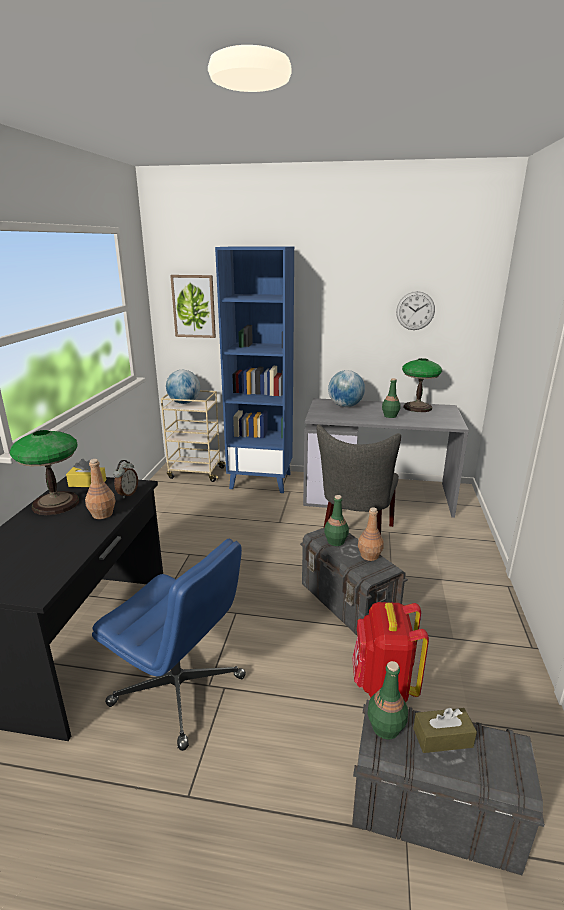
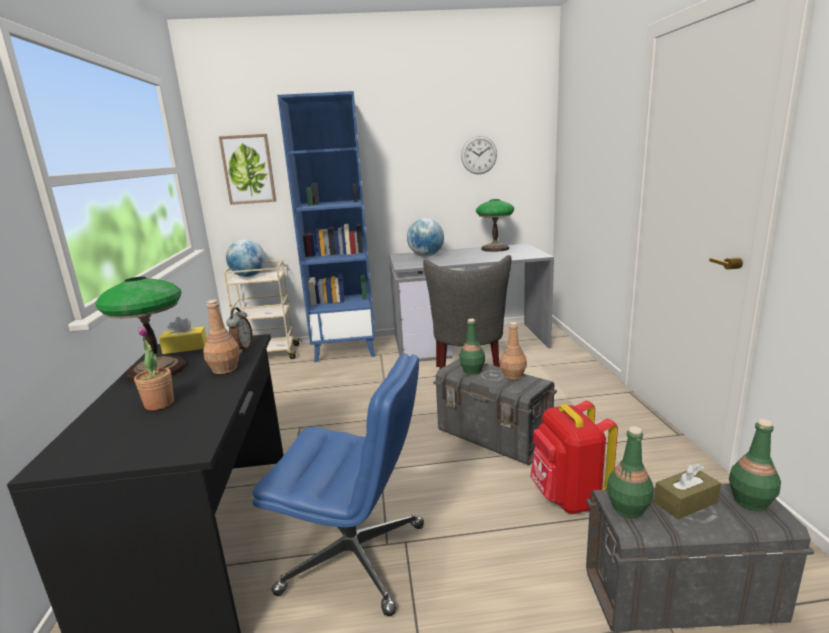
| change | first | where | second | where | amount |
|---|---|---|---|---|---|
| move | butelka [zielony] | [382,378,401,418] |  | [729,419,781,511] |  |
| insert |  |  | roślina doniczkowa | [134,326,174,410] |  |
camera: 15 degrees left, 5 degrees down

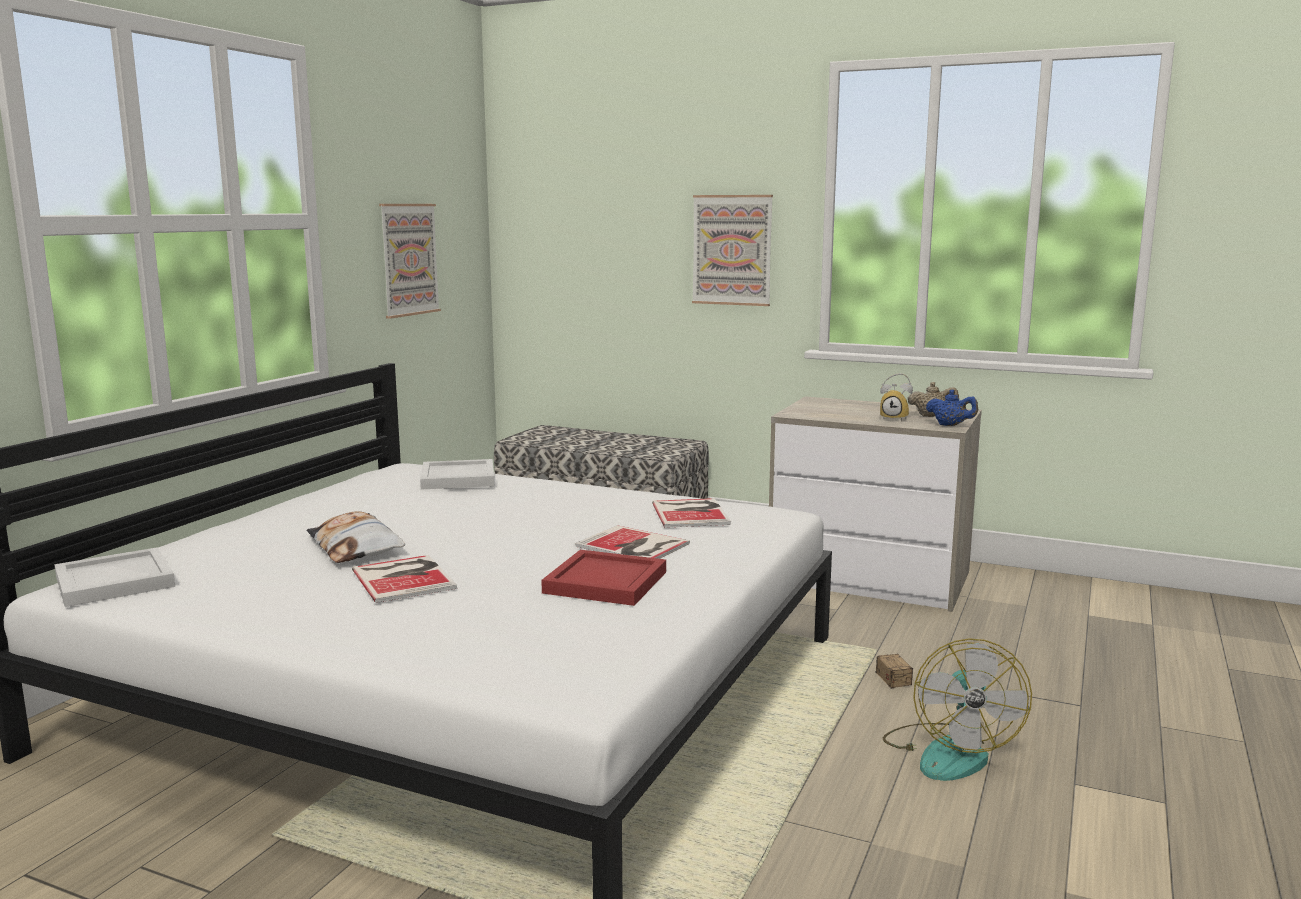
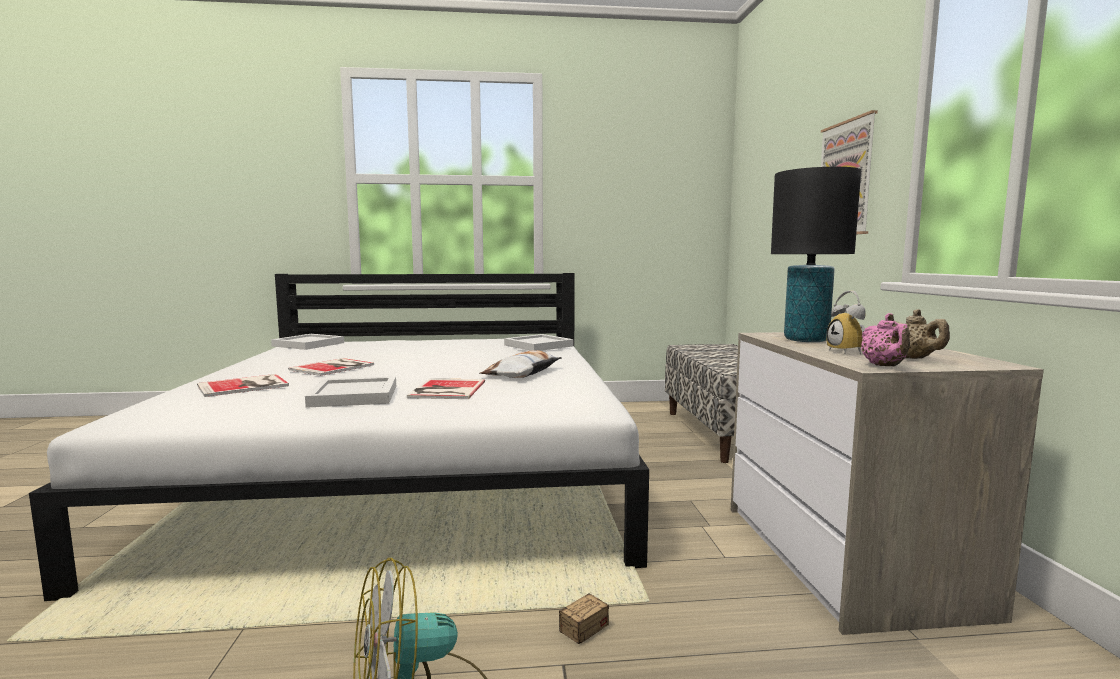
| change | first | where | second | where | amount |
|---|---|---|---|---|---|
| delete | obraz | [379,204,441,319] |  |  |  |
| recolor | imbryk [niebieski] | [926,390,978,426] | imbryk [różowy] | [861,313,910,366] |  |
| move | książka | [652,498,731,528] |  | [197,374,289,397] |  |
| move | poduszka | [306,511,405,563] |  | [480,350,562,378] |  |
| recolor | taca [czerwony] | [541,550,666,606] | taca [biały] | [305,376,396,408] |  |
| insert |  |  | lampa stołowa [czarny] | [771,167,861,342] |  |
camera: 60 degrees right, 5 degrees down

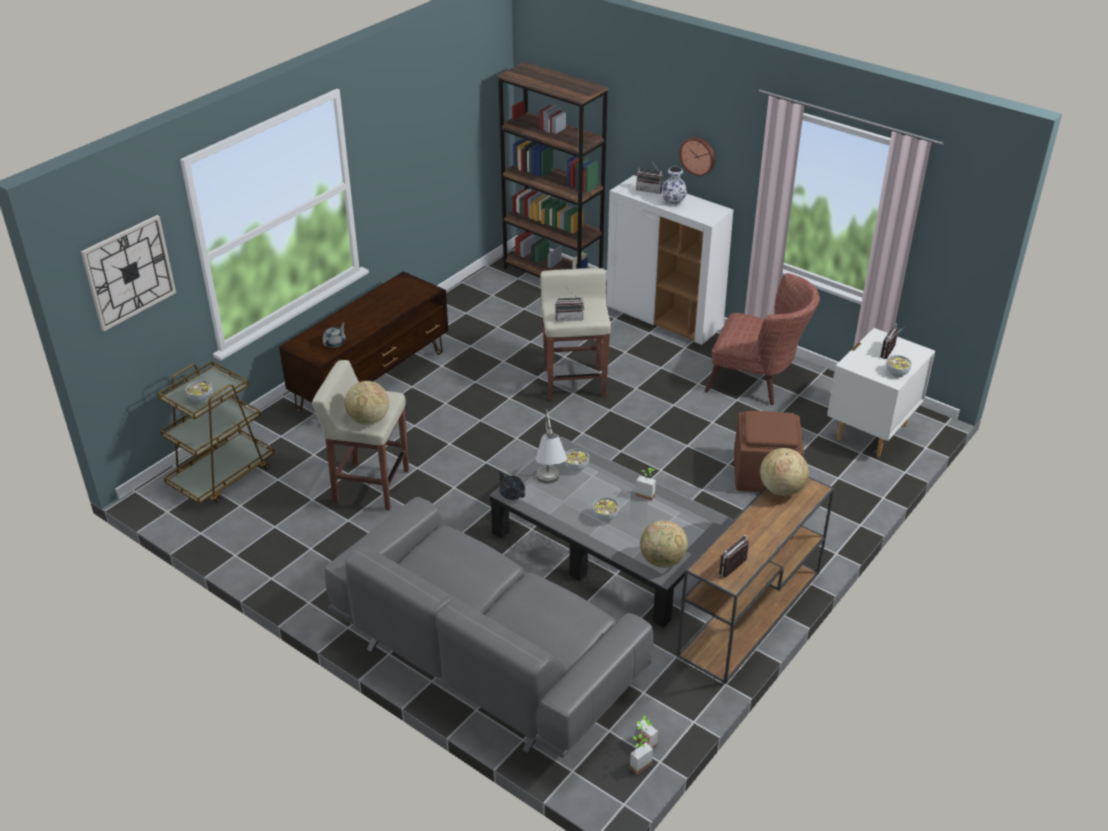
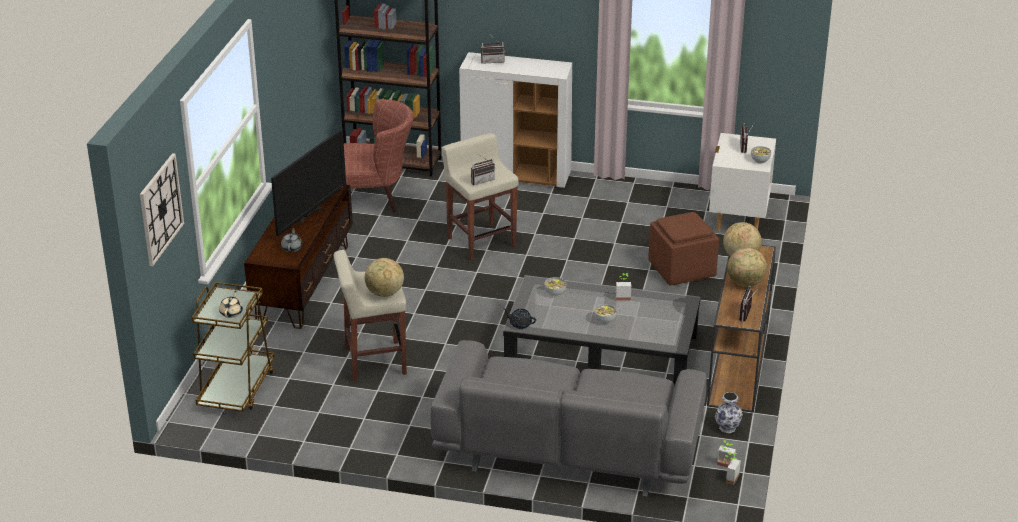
| change | first | where | second | where | amount |
|---|---|---|---|---|---|
| delete | zegar ścienny | [679,137,715,176] |  |  |  |
| move | wazon | [662,167,687,207] |  | [715,392,743,433] |  |
| move | fotel [brązowy] | [705,273,820,405] |  | [344,99,414,212] |  |
| replace | miska | [186,380,213,403] | imbryk [beżowy] | [219,290,243,318] |  |
| delete | lampa stołowa [szary] | [535,409,567,484] |  |  |  |
| move | globus | [640,520,688,568] |  | [727,248,767,287] |  |
| insert |  |  | telewizor | [271,129,346,236] |  |
camera: 25 degrees left, 5 degrees down

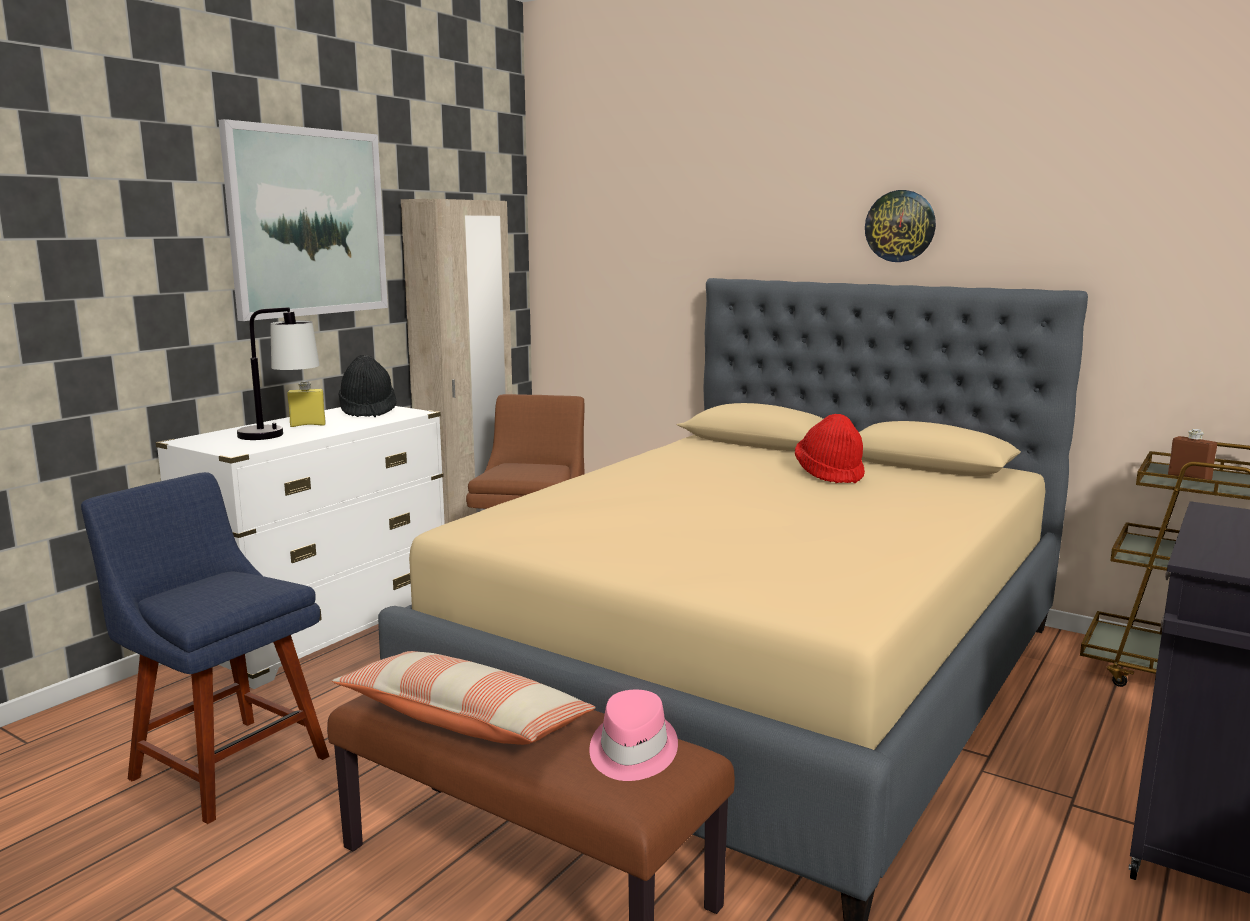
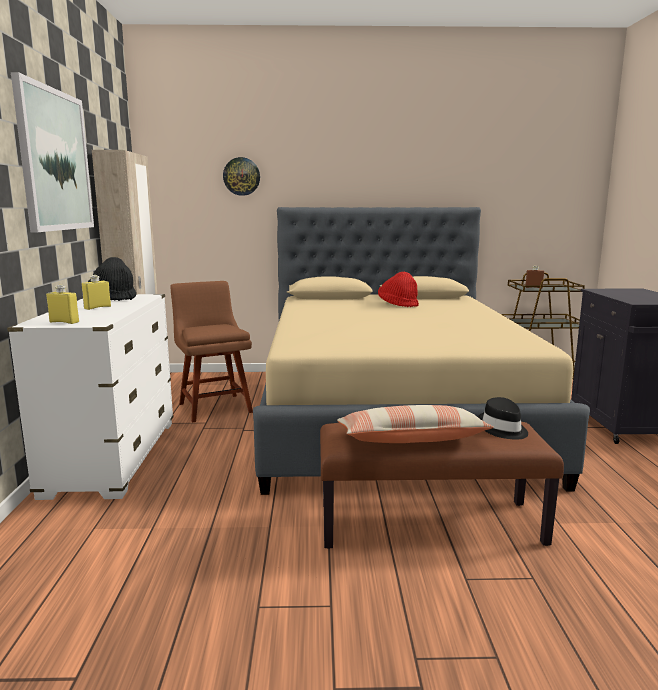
| change | first | where | second | where | amount |
|---|---|---|---|---|---|
| move | zegar ścienny | [865,190,936,262] |  | [223,157,260,196] |  |
| delete | lampa stołowa | [237,307,320,440] |  |  |  |
| delete | krzesło [niebieski] | [81,472,329,824] |  |  |  |
| recolor | kapelusz [różowy] | [589,690,678,781] | kapelusz [czarny] | [478,397,528,440] |  |
| insert |  |  | butelka [żółty] | [46,285,79,324] |  |
camera: 35 degrees left, 0 degrees up

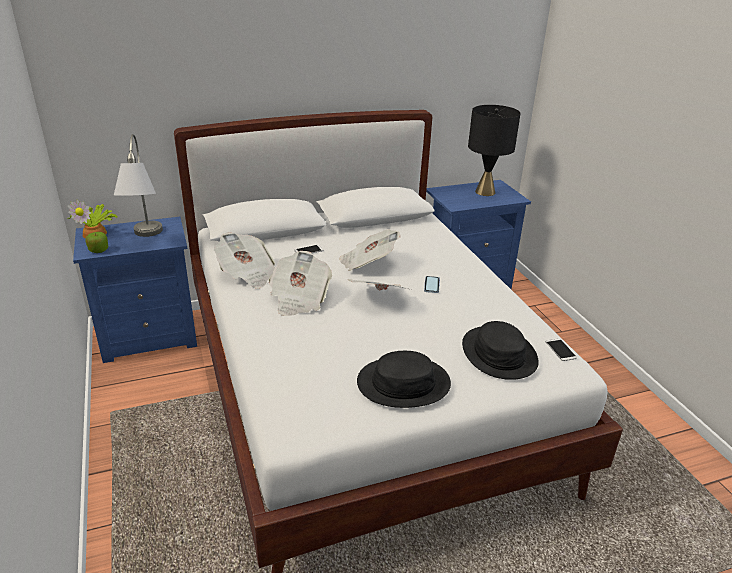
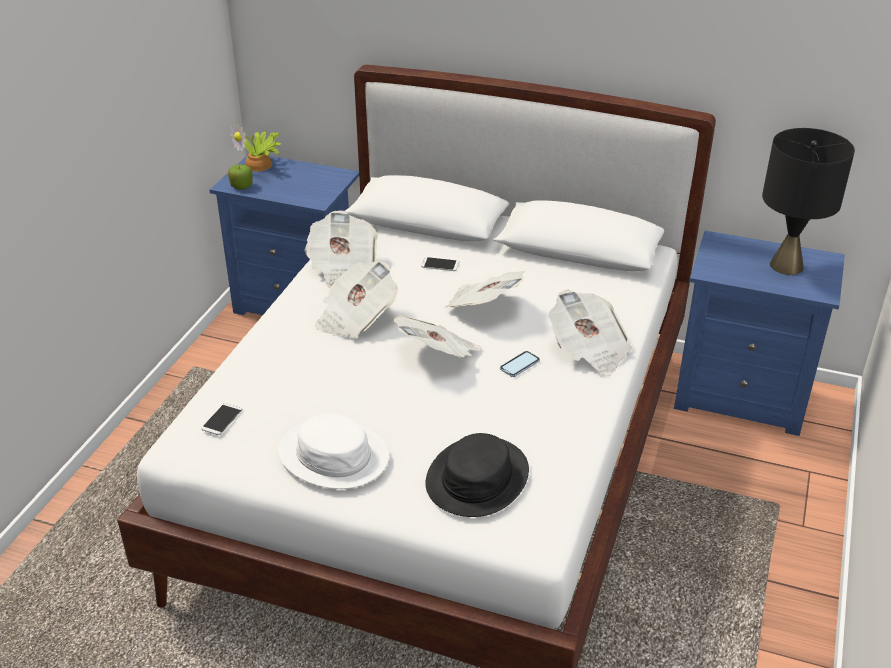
| change | first | where | second | where | amount |
|---|---|---|---|---|---|
| delete | lampa stołowa [szary] | [114,134,163,237] |  |  |  |
| move | telefon | [546,338,577,361] |  | [201,403,242,435] |  |
| recolor | kapelusz [czarny] | [357,351,451,408] | kapelusz [biały] | [278,413,389,489] |  |
| insert |  |  | gazeta | [549,290,632,376] |  |
camera: 40 degrees right, 5 degrees up

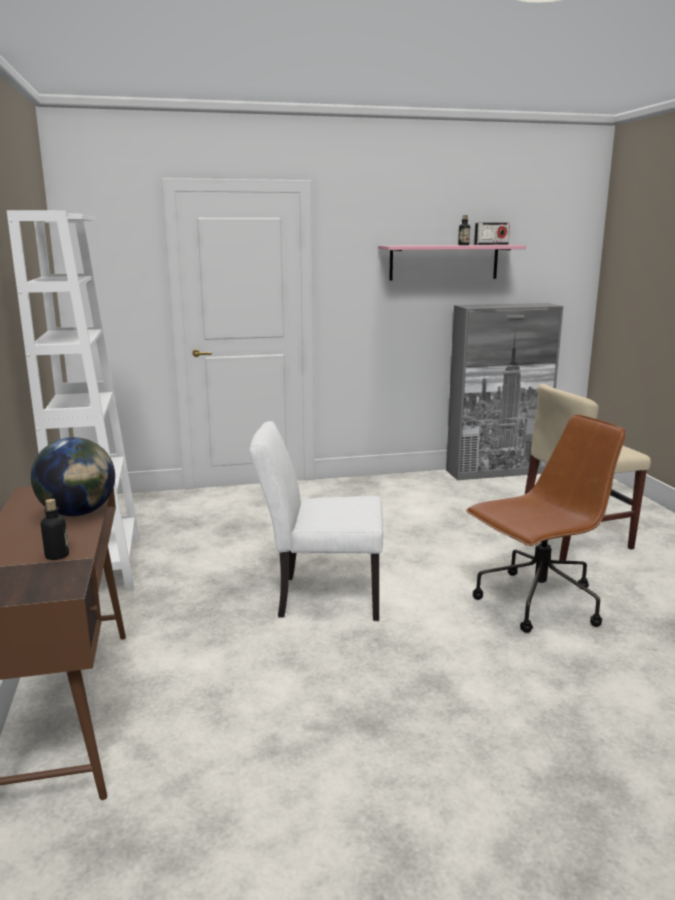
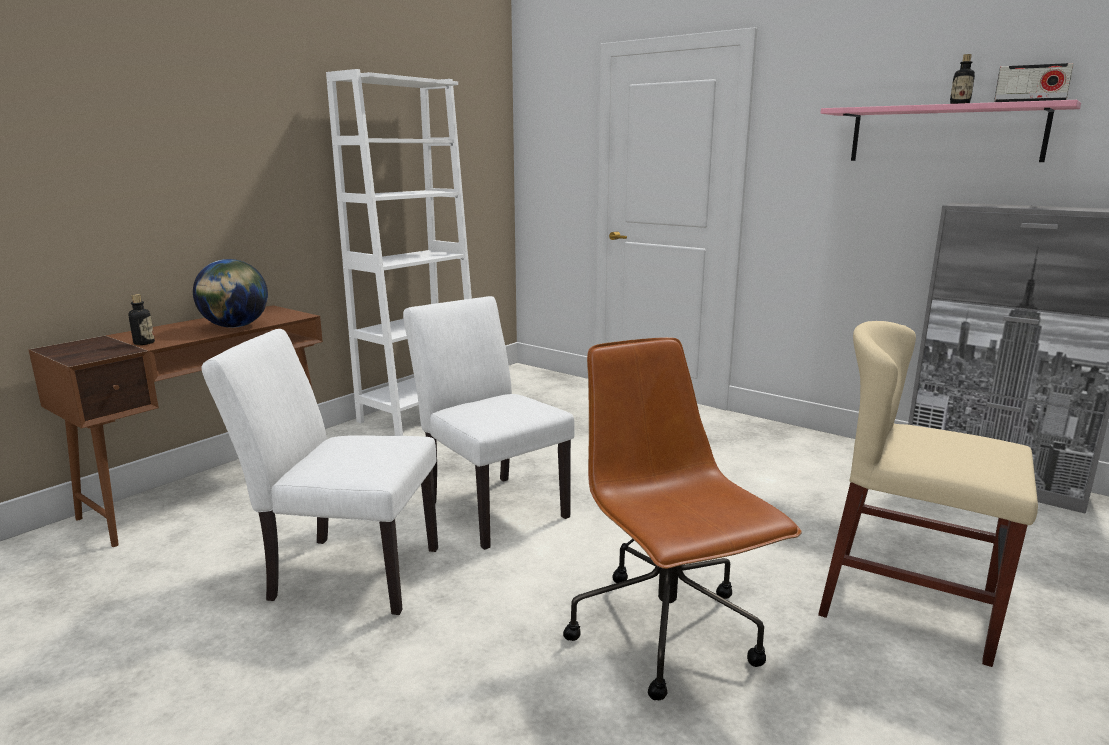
| change | first | where | second | where | amount |
|---|---|---|---|---|---|
| rotate | krzesło biurowe [brązowy] | [466,415,626,633] |  | [563,337,802,700] | 135 degrees counterclockwise |
| insert |  |  | krzesło [biały] | [201,329,438,615] |  |
camera: 50 degrees right, 0 degrees up

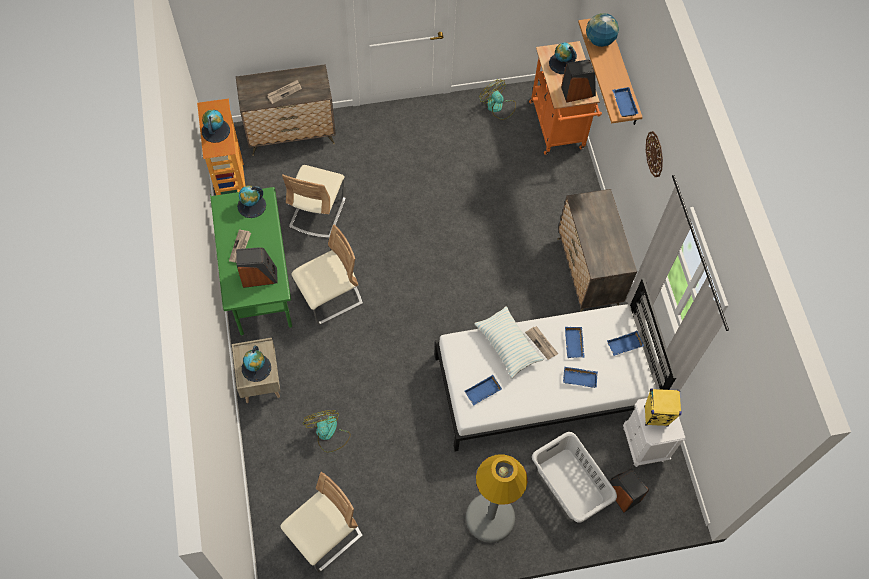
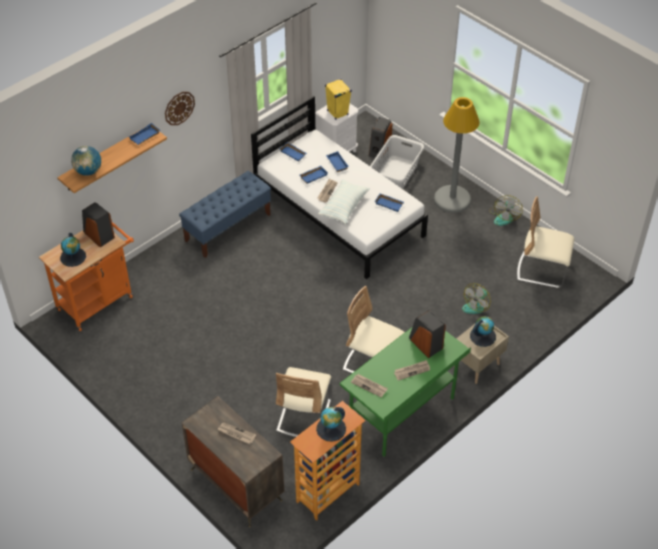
| change | first | where | second | where | amount |
|---|---|---|---|---|---|
| move | wentylator | [479,79,516,120] |  | [489,195,523,226] |  |
| rotate | krzesło [beżowy] | [282,165,346,238] |  | [276,367,331,437] | 120 degrees clockwise |
| replace | globus | [237,186,266,218] | gazeta | [351,374,388,397] |  |
| replace | komoda | [557,189,637,312] | ławka [niebieski] | [179,171,271,258] |  |
camera: 120 degrees left, 15 degrees down

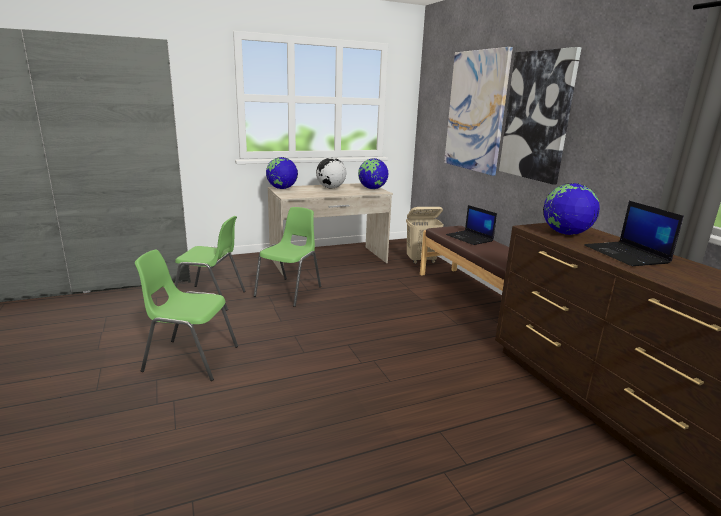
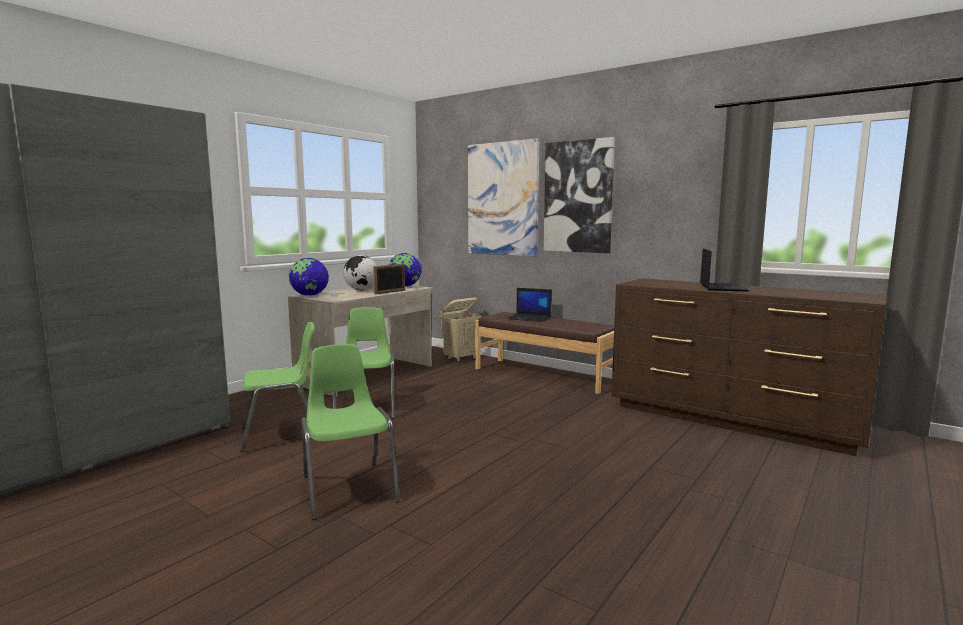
| change | first | where | second | where | amount |
|---|---|---|---|---|---|
| delete | globus | [543,183,600,235] |  |  |  |
| rotate | laptop | [584,201,684,266] |  | [700,248,749,291] | 120 degrees counterclockwise |
| rotate | krzesło [zielony] | [135,250,238,381] |  | [301,344,400,520] | 90 degrees clockwise |
| insert |  |  | ramka na zdjęcie | [374,264,405,294] |  |
camera: 30 degrees left, 10 degrees down

